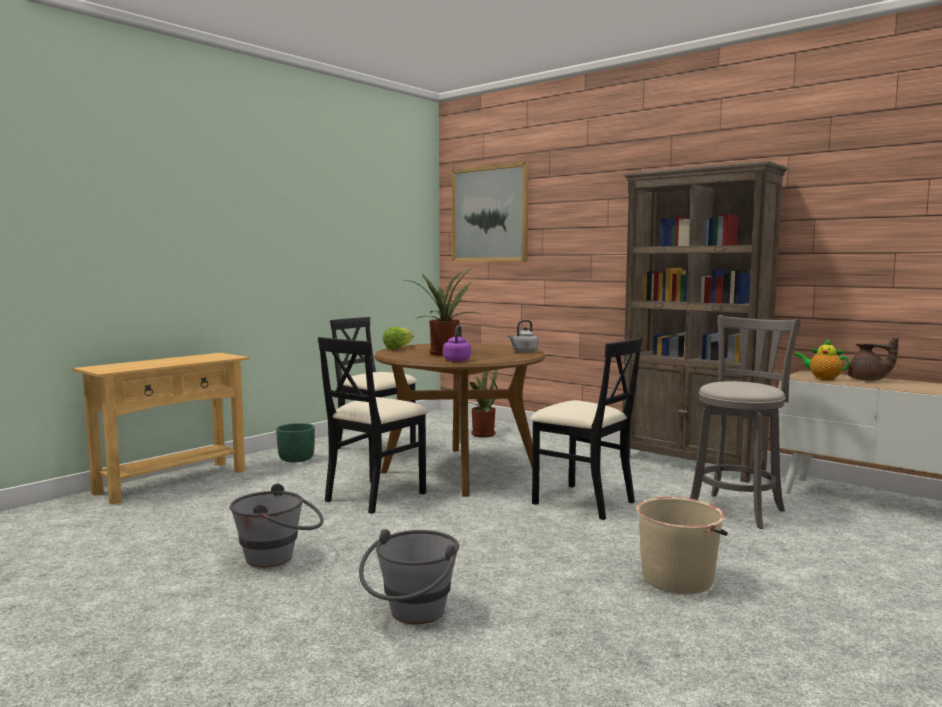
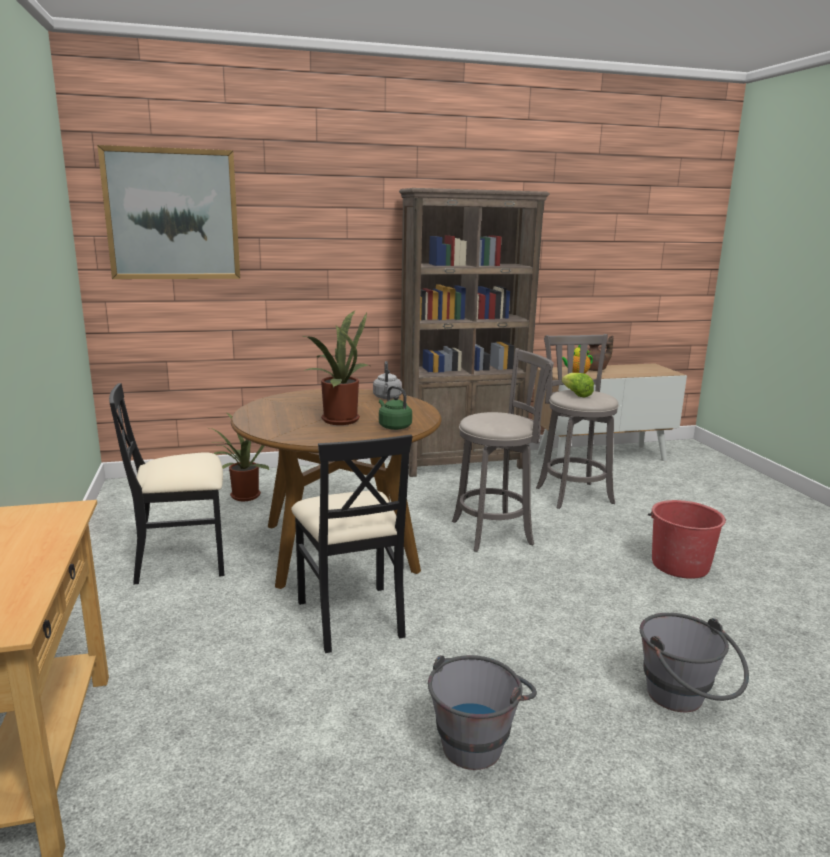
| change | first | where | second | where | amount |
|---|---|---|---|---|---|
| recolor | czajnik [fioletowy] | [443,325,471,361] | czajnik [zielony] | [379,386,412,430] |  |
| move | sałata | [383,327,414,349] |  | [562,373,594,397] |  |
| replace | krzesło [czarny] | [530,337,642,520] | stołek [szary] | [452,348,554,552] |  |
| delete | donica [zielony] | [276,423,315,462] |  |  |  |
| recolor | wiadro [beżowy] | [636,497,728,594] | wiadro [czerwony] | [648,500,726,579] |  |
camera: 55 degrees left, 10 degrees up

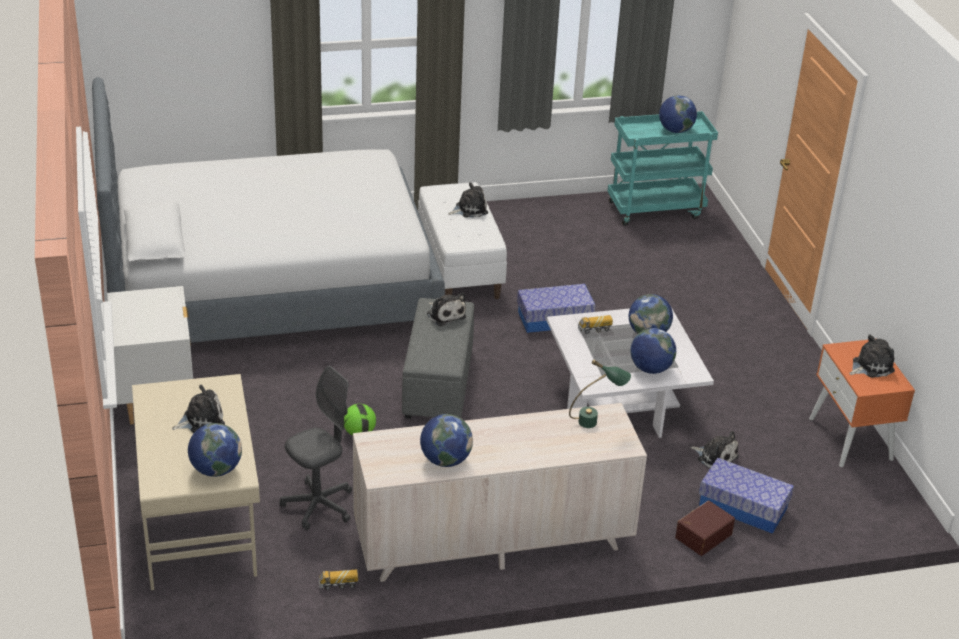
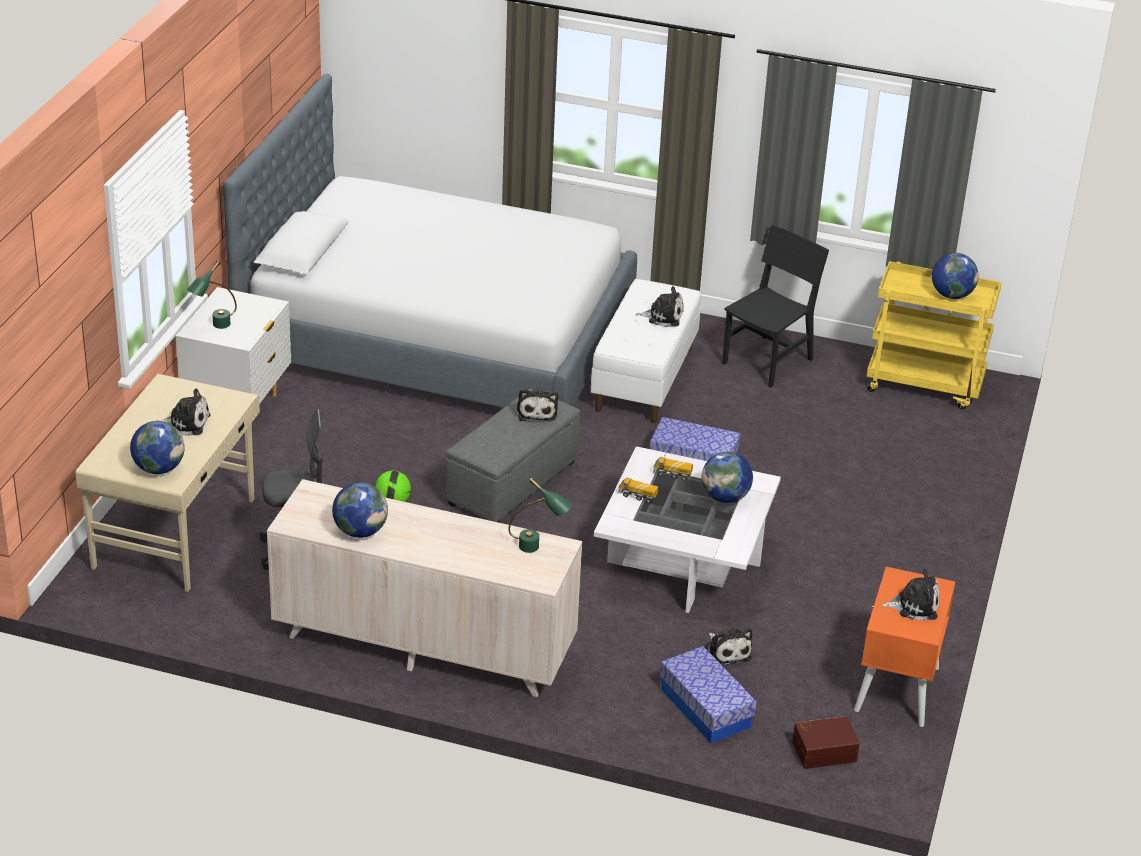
| change | first | where | second | where | amount |
|---|---|---|---|---|---|
| recolor | wózek [turkusowy] | [607,111,718,226] | wózek [żółty] | [867,261,1002,409] |  |
| delete | globus | [630,328,676,374] |  |  |  |
| move | pojemnik do przechowywania [brązowy] | [675,500,735,556] |  | [792,716,860,769] |  |
| move | ciężarówka zabawkowa | [319,569,358,590] |  | [618,477,659,503] |  |
| insert |  |  | krzesło [czarny] | [722,225,829,388] |  |
| insert |  |  | lampa stołowa [zielony] | [187,261,237,329] |  |
camera: 30 degrees right, 0 degrees up

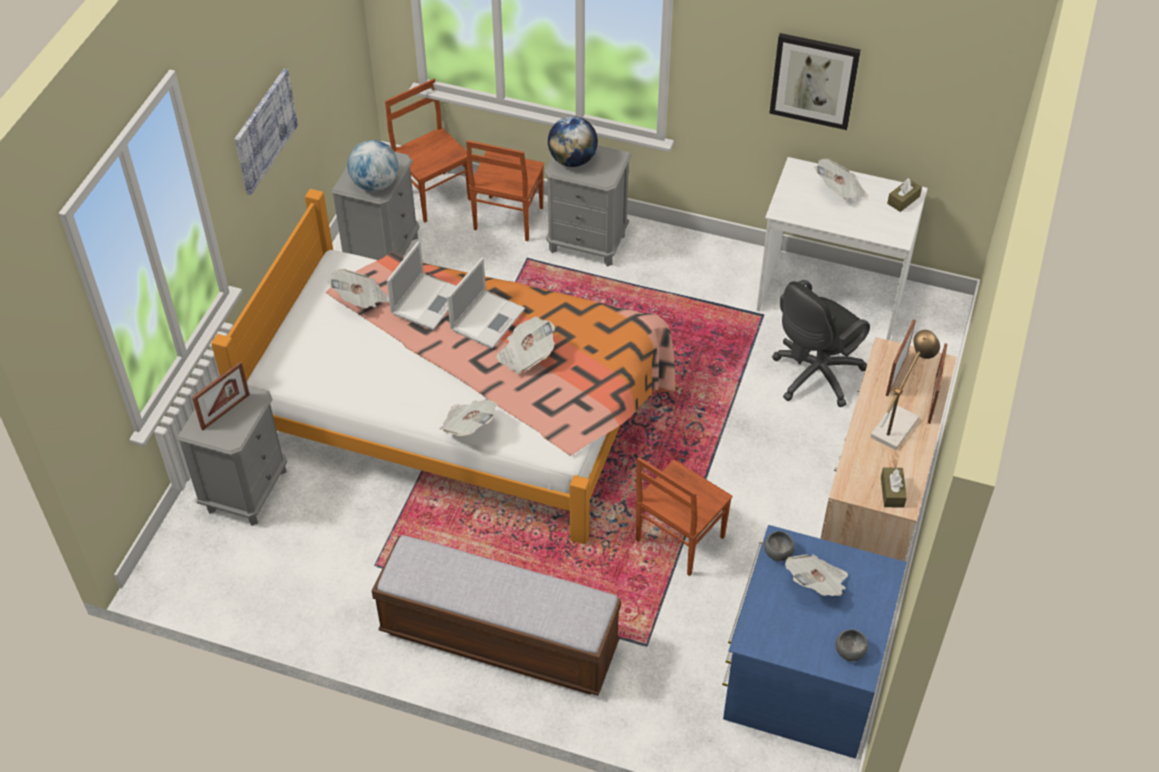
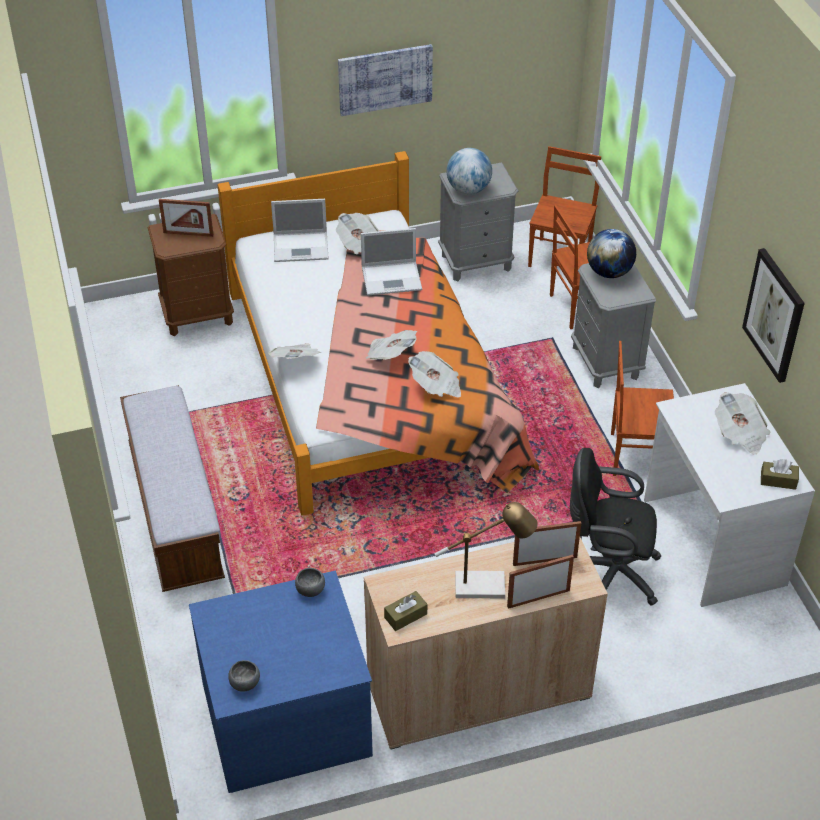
| change | first | where | second | where | amount |
|---|---|---|---|---|---|
| move | laptop | [447,258,525,349] |  | [271,199,329,262] |  |
| recolor | szafka nocna [szary] | [177,377,287,526] | szafka nocna [brązowy] | [148,214,234,336] |  |
| move | krzesło [brązowy] | [636,457,732,576] |  | [611,341,674,476] |  |
| move | gazeta | [785,554,848,596] |  | [408,351,461,398] |  |
camera: 55 degrees right, 5 degrees down

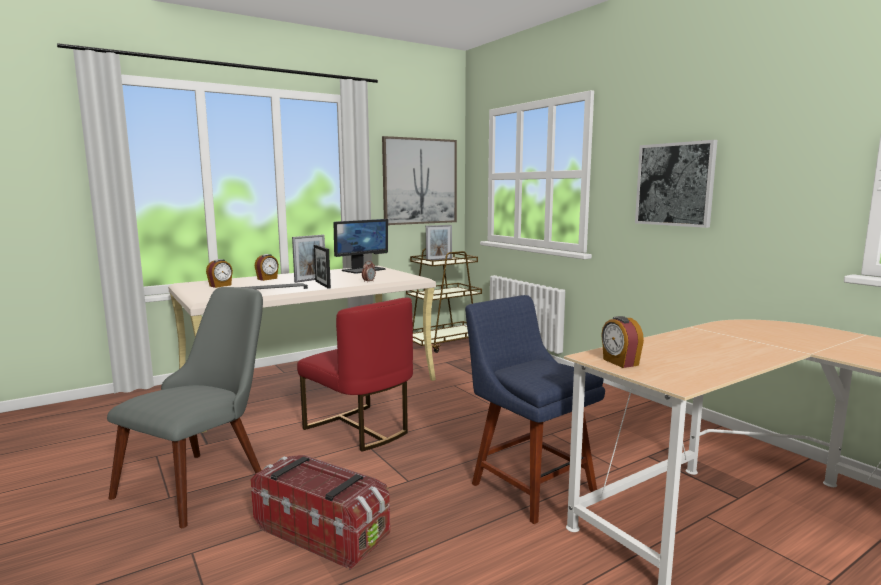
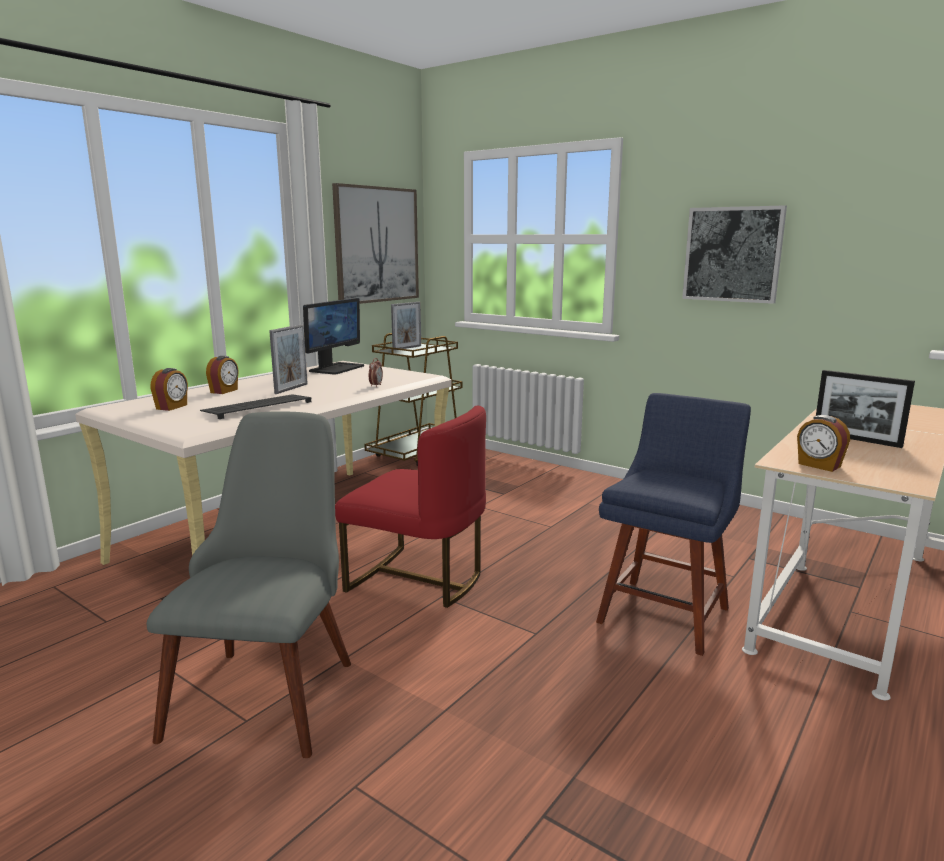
| change | first | where | second | where | amount |
|---|---|---|---|---|---|
| move | ramka na zdjęcie | [314,245,331,289] |  | [816,370,915,448] |  |
| rotate | krzesło [niebieski] | [465,295,605,524] |  | [596,393,751,656] | 90 degrees clockwise |
| delete | pojemnik do przechowywania | [250,455,390,570] |  |  |  |
camera: 20 degrees left, 5 degrees up

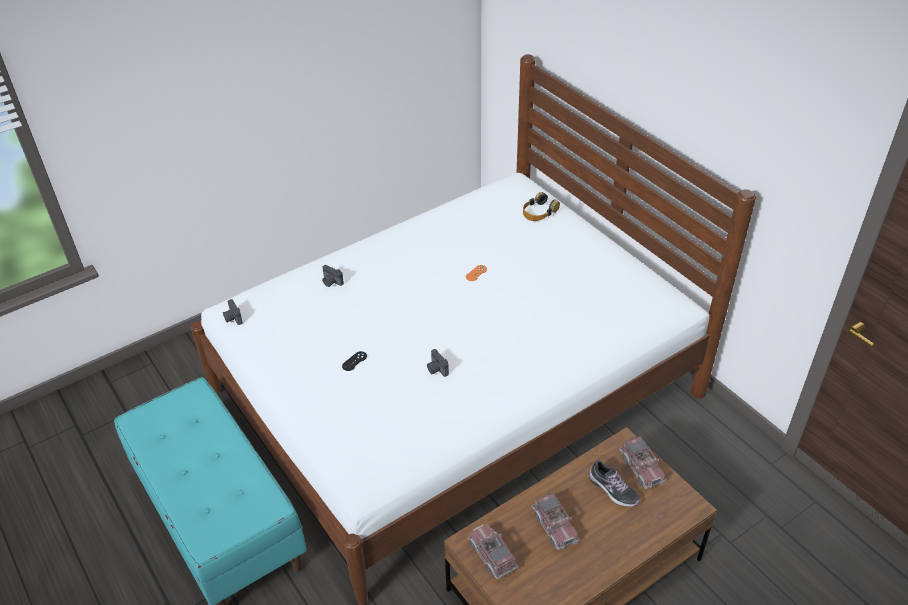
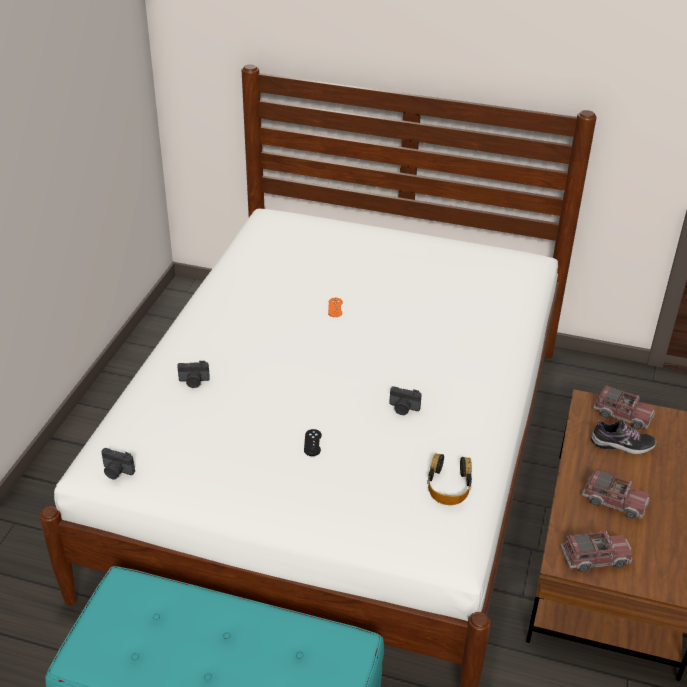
| change | first | where | second | where | amount |
|---|---|---|---|---|---|
| move | słuchawki | [523,192,560,221] |  | [427,453,472,505] |  |
| rotate | ciężarówka zabawkowa | [468,524,519,579] |  | [560,531,633,572] | 150 degrees clockwise |
camera: 40 degrees left, 5 degrees down

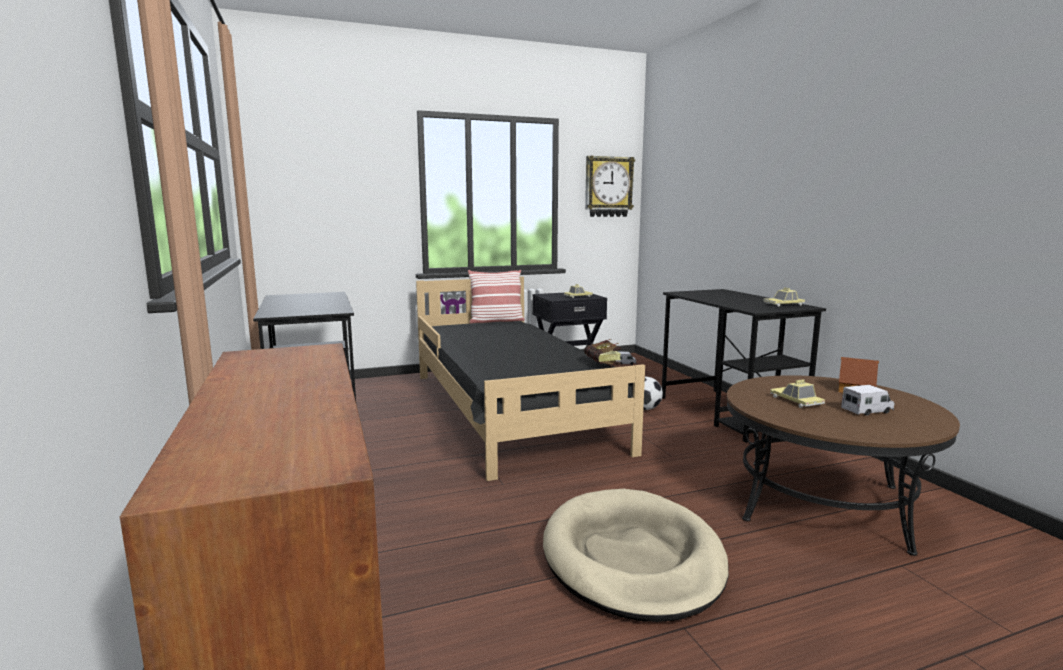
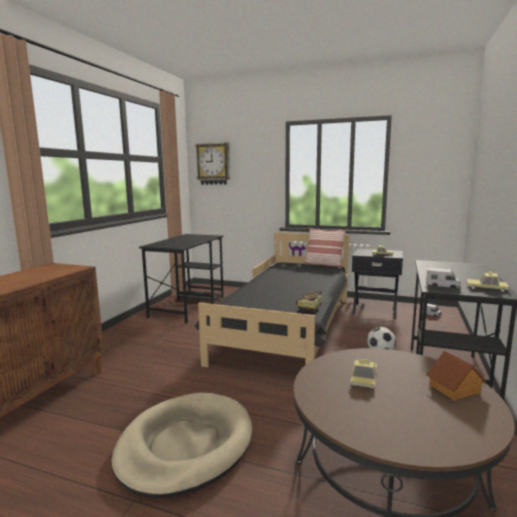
| change | first | where | second | where | amount |
|---|---|---|---|---|---|
| move | zegar ścienny | [585,155,635,217] |  | [195,142,230,185] |  |
| move | ciężarówka zabawkowa | [841,385,895,416] |  | [426,267,460,289] |  |
camera: 40 degrees right, 0 degrees up

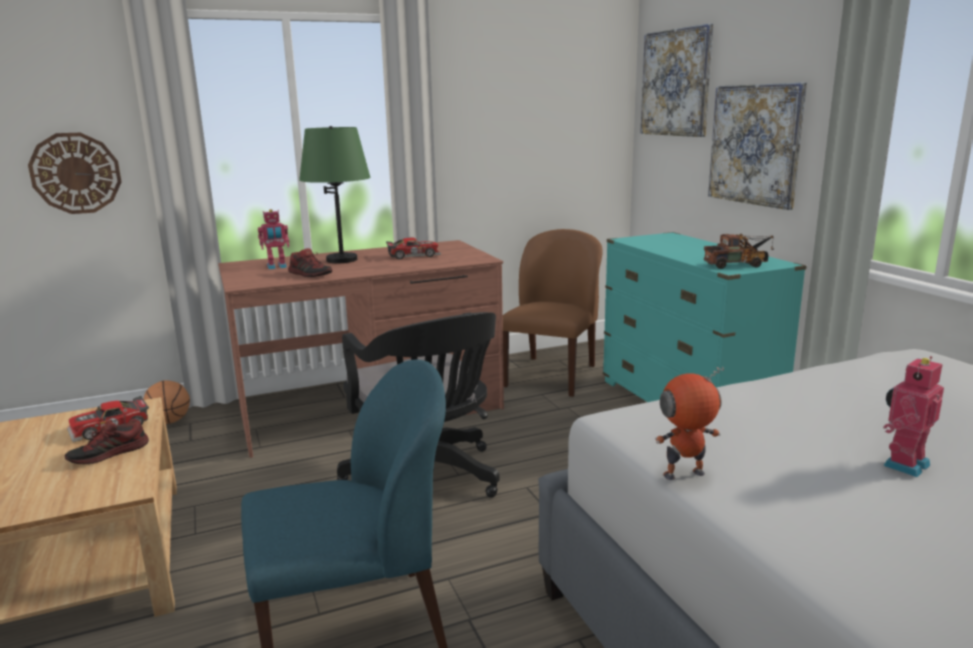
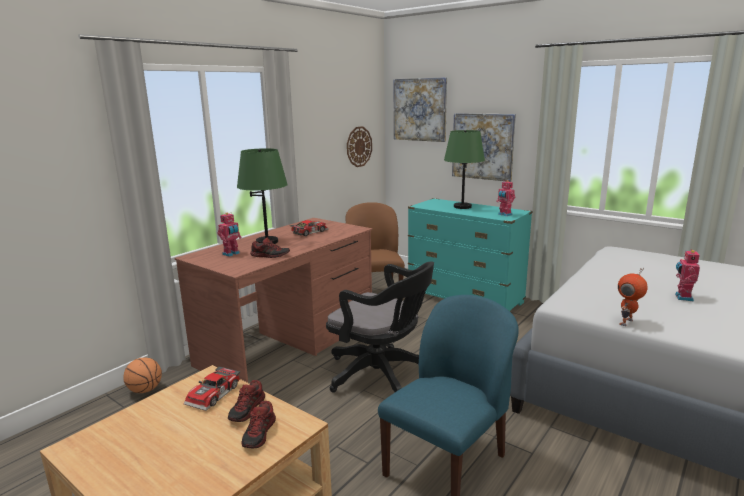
| change | first | where | second | where | amount |
|---|---|---|---|---|---|
| move | zegar ścienny | [28,133,122,214] |  | [347,126,372,167] |  |
| replace | ciężarówka zabawkowa | [704,234,774,269] | robot zabawkowy | [496,180,515,216] |  |
| insert |  |  | lampa stołowa [zielony] | [444,130,485,209] |  |
| insert |  |  | but | [241,401,276,448] |  |
camera: 30 degrees left, 0 degrees up

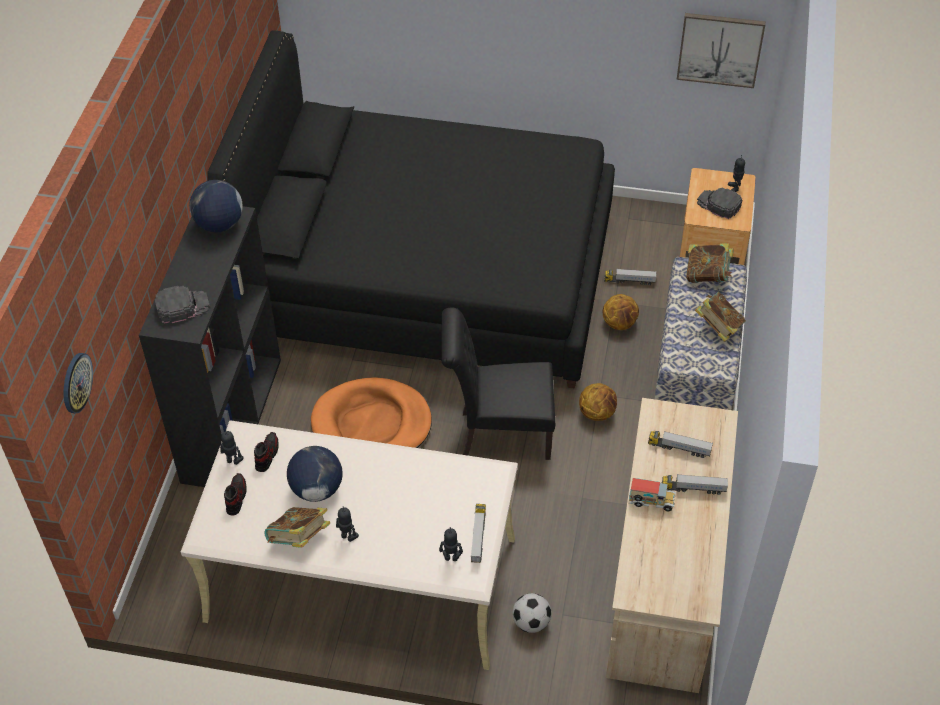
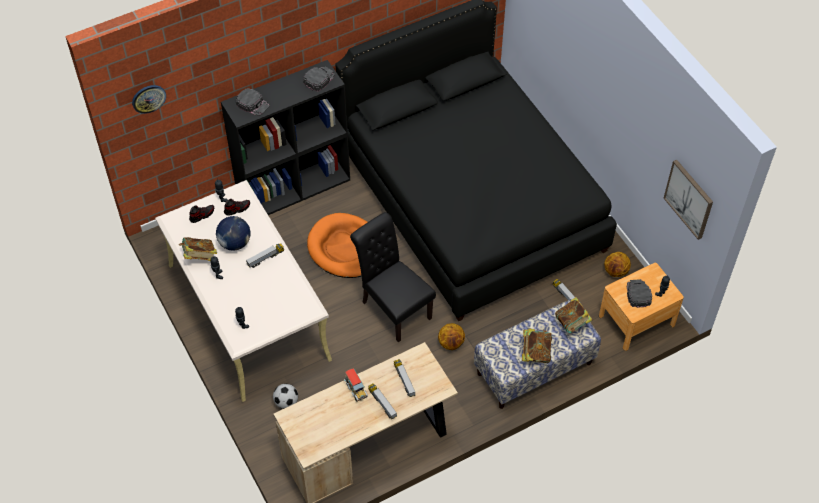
| change | first | where | second | where | amount |
|---|---|---|---|---|---|
| replace | globus | [189,180,243,232] | czapka z daszkiem [czarny] | [303,66,335,92] |  |
| move | piłka do koszykówki | [603,294,639,330] |  | [604,252,631,277] |  |
| move | ciężarówka zabawkowa | [471,504,486,563] |  | [246,243,284,268] |  |
camera: 50 degrees right, 5 degrees up

